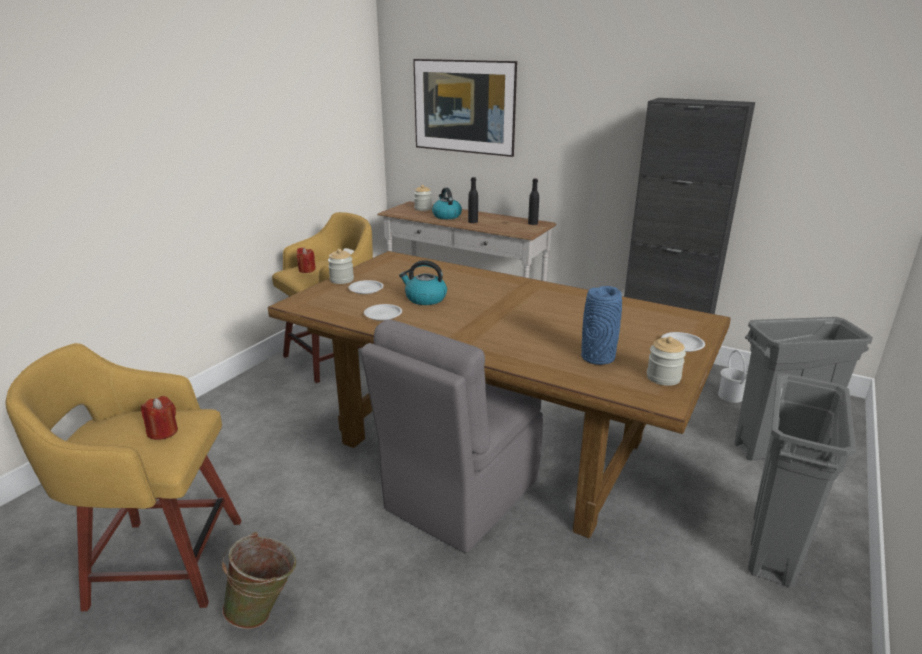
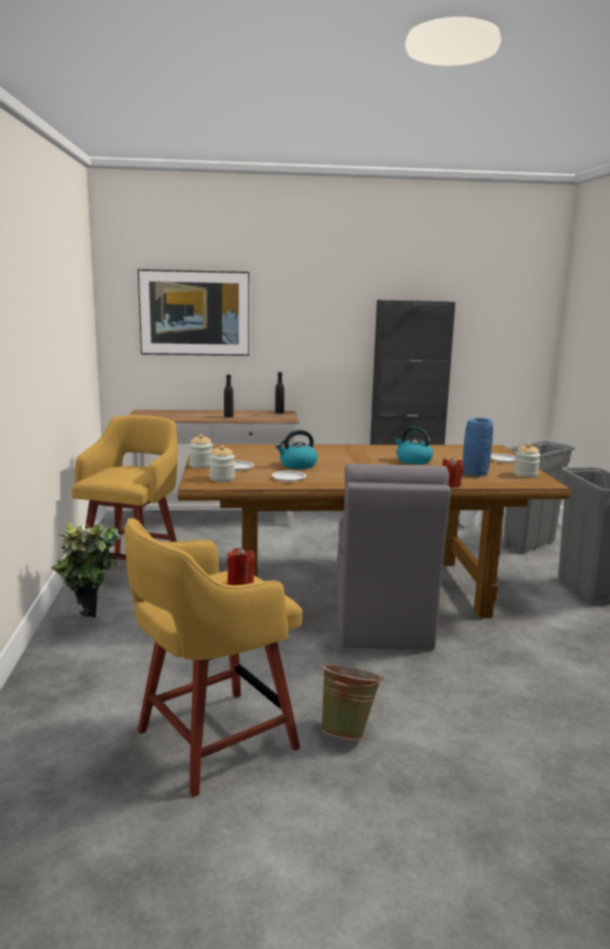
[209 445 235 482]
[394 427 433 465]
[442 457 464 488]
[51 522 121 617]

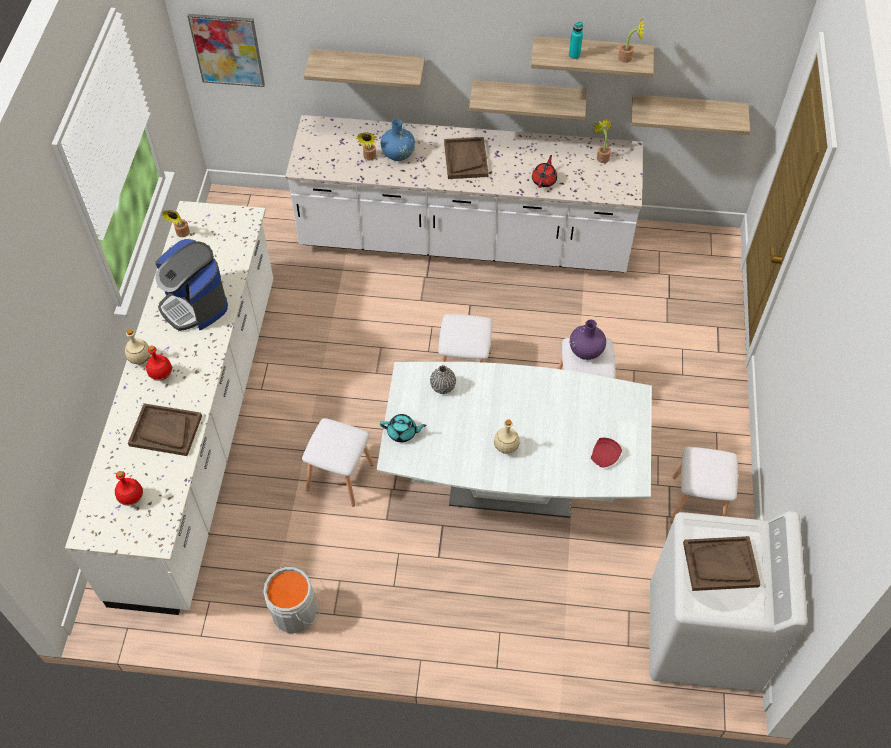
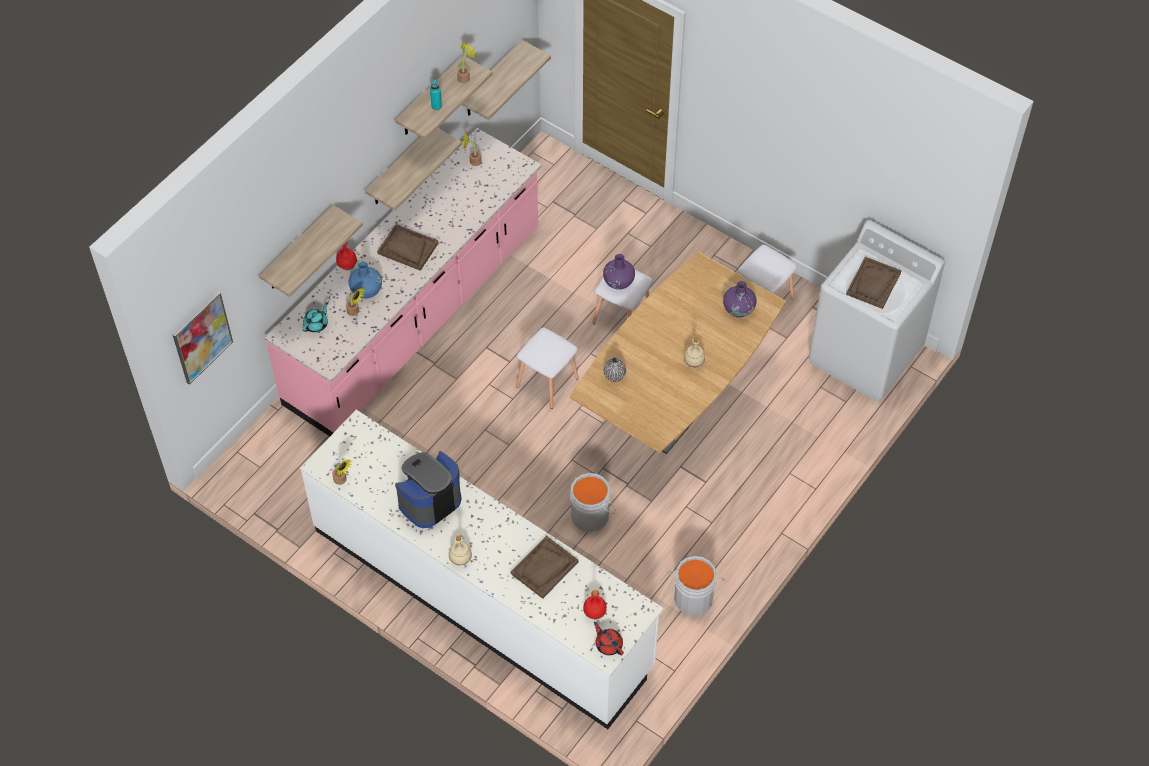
[264 128 541 436]
[594 621 624 655]
[395 451 461 528]
[336 242 357 270]
[570 251 786 454]
[302 302 328 332]
[570 473 617 532]
[723 281 757 318]

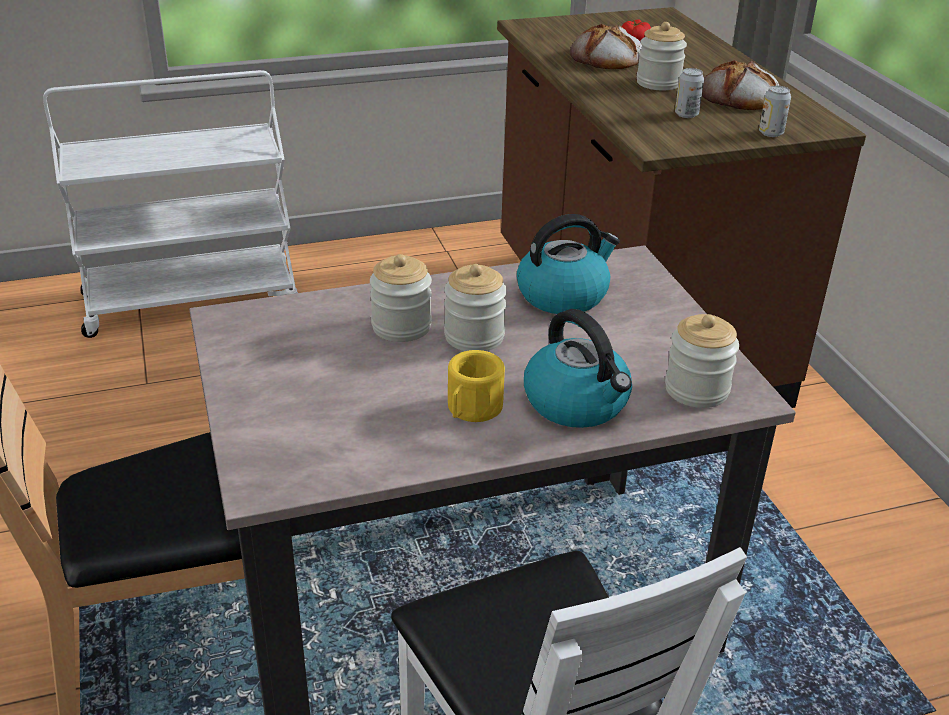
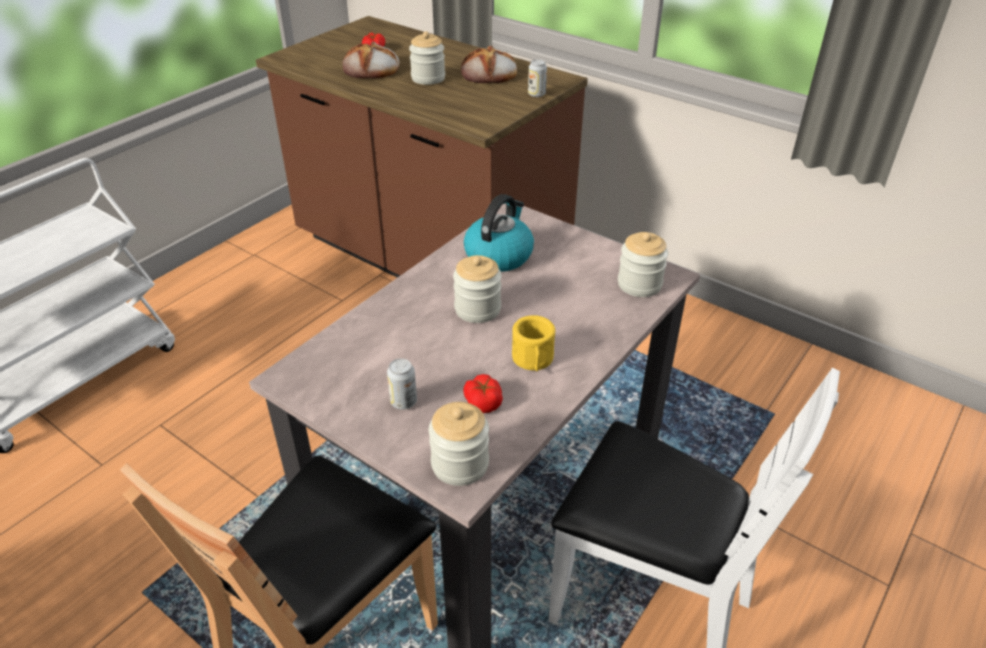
[387 358 417 410]
[429 402 489 486]
[524 309 632 428] (first image)
[463 374 503 413]

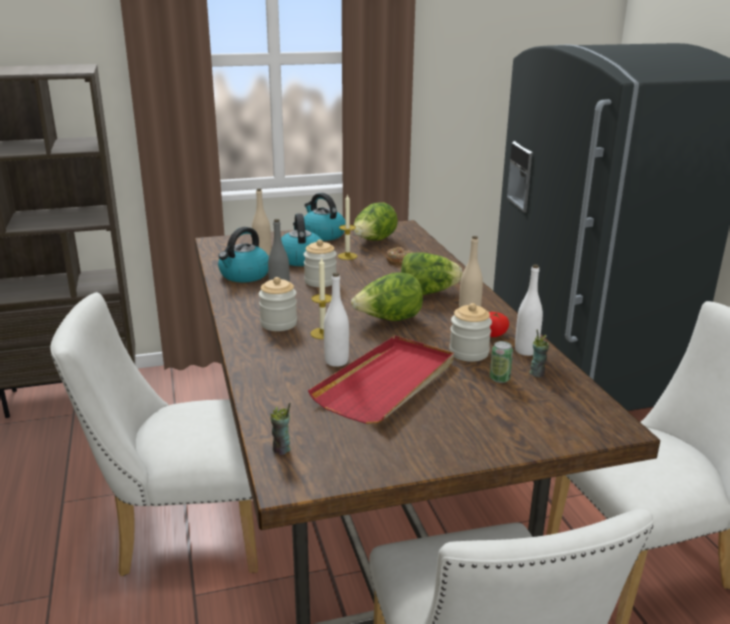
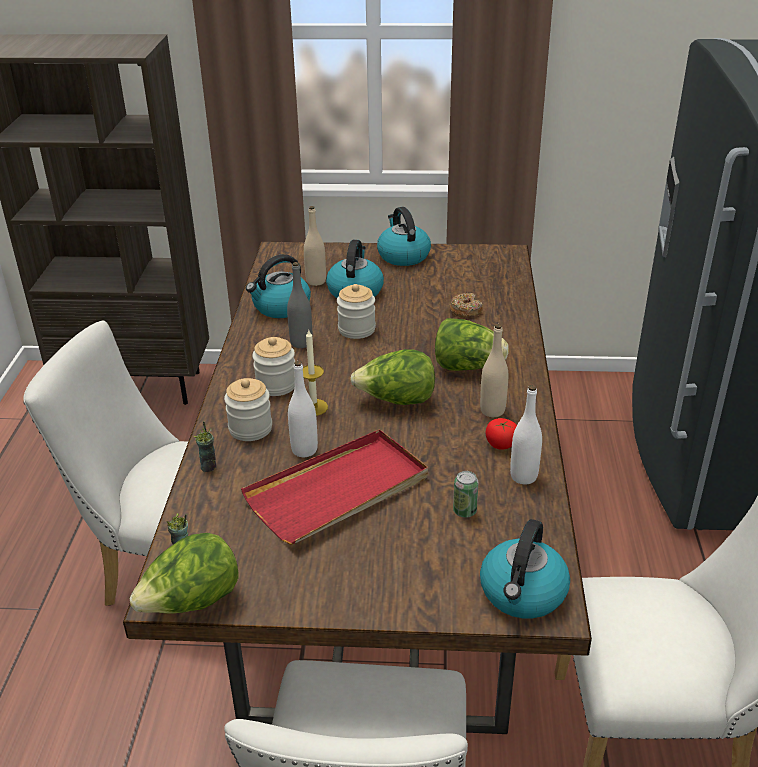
[338 194 357 260] (first image)
[129 533 239 613]
[224 378 272 441]
[194 421 217 472]
[480 519 570 618]

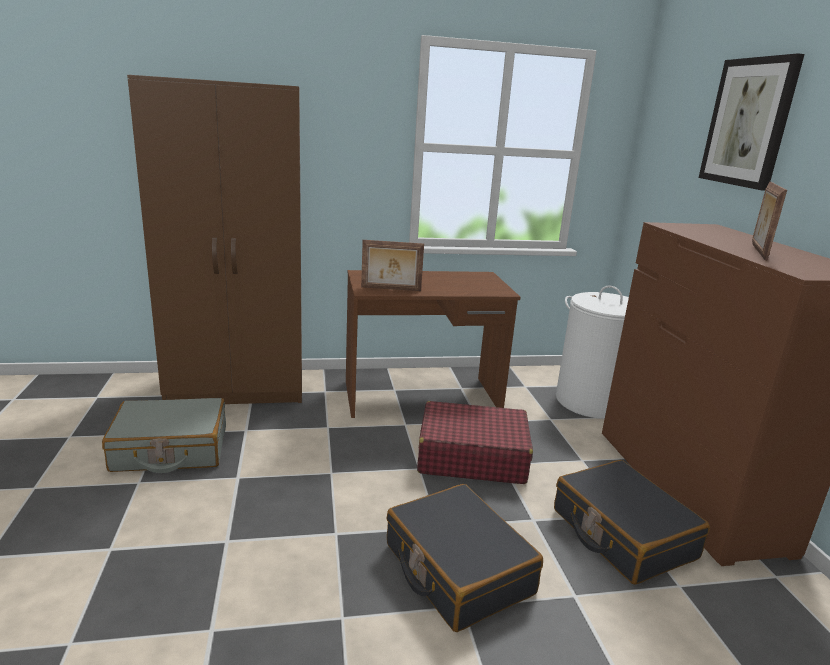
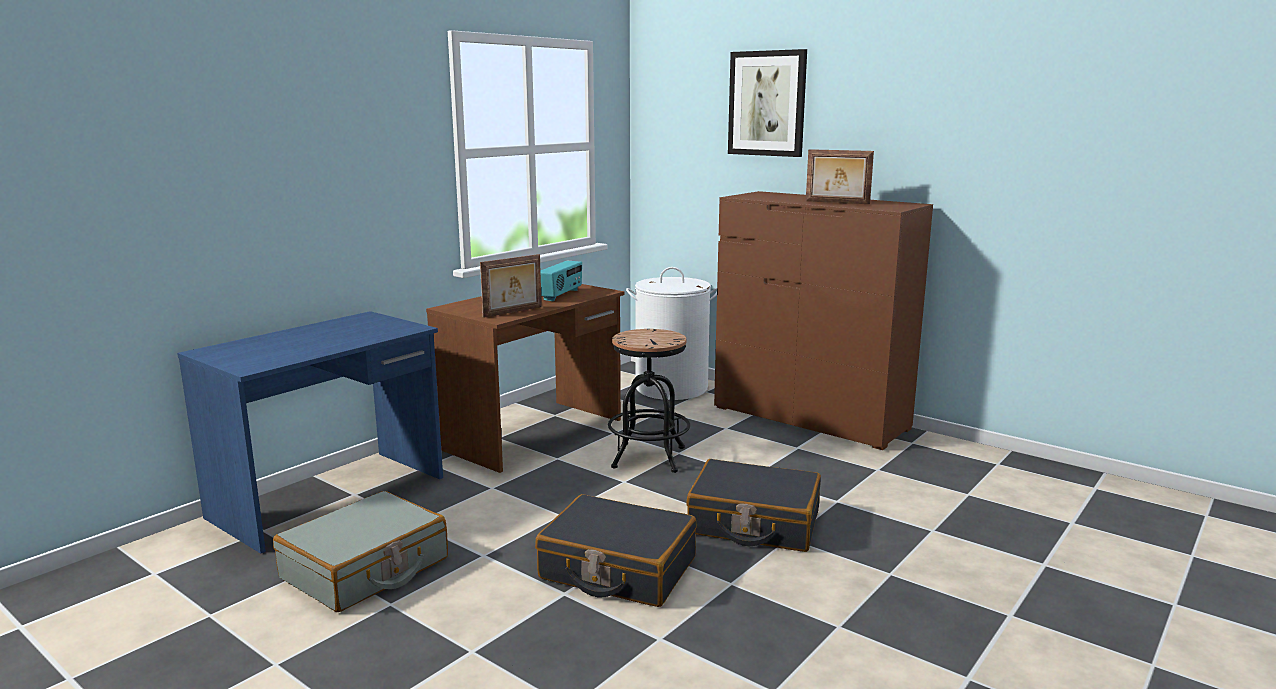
[177 311 443 554]
[806 149 874 204]
[608 329 690 473]
[535 494 696 607]
[540 261 582 301]

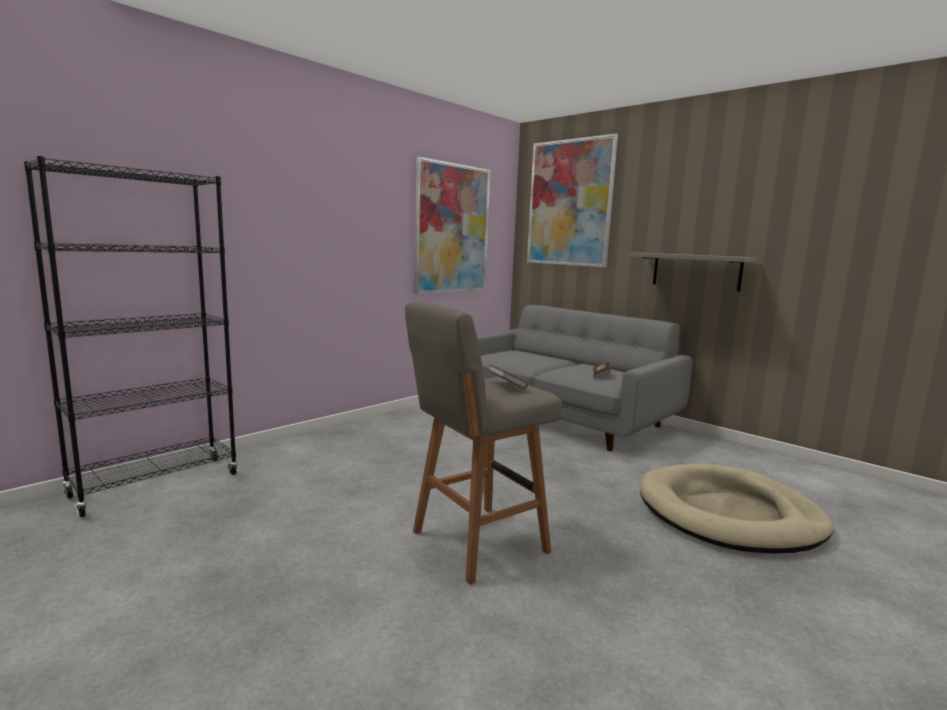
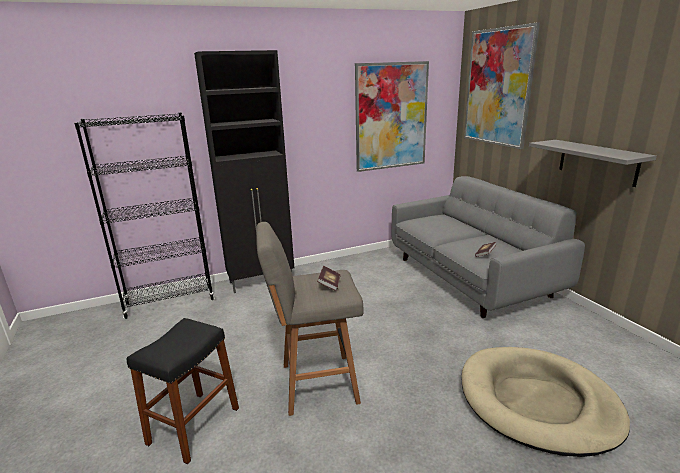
[194 50 294 293]
[127 318 239 464]

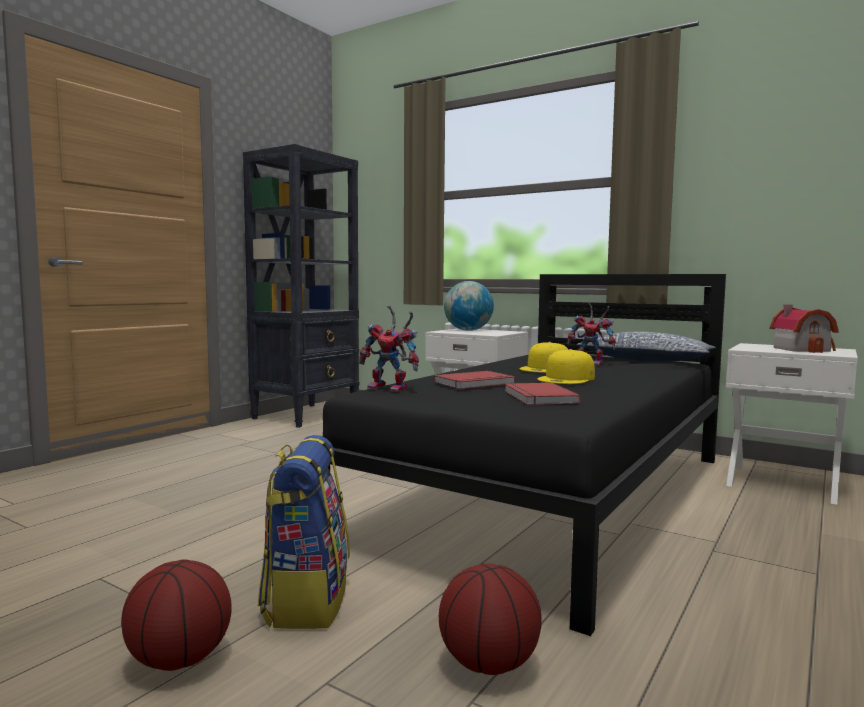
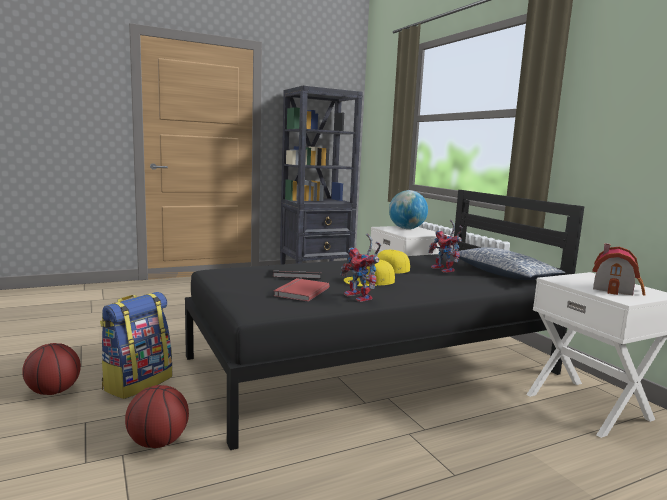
[340 233 381 302]
[273 265 321 279]

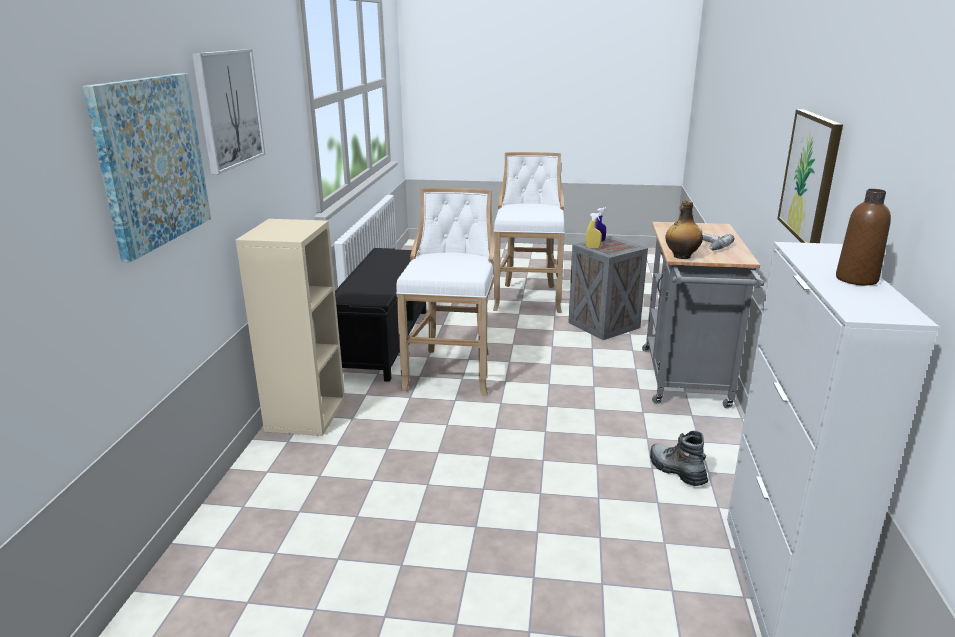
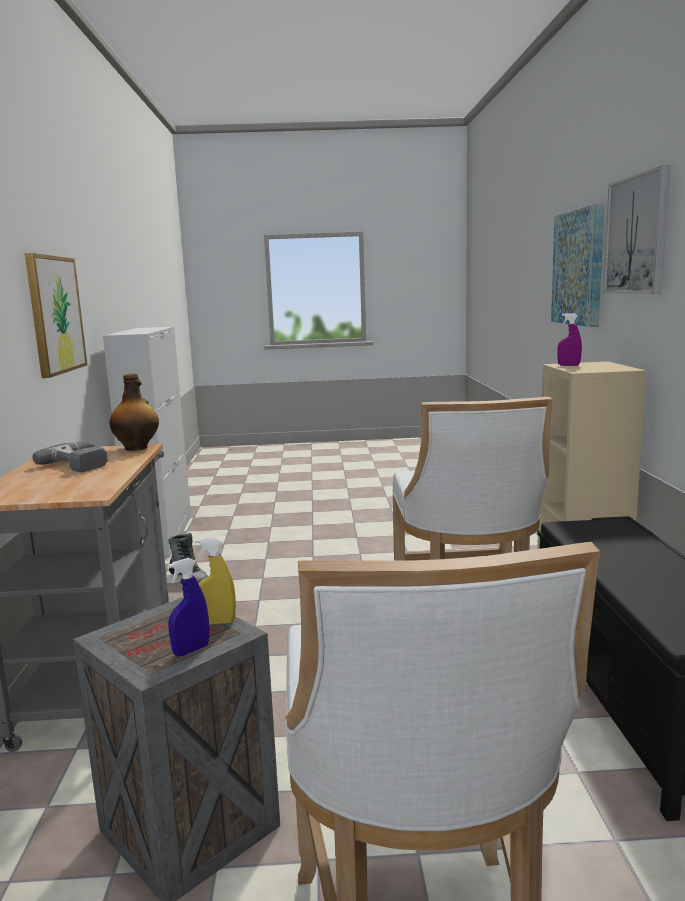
[836 189 891 285] (first image)
[557 313 582 366]

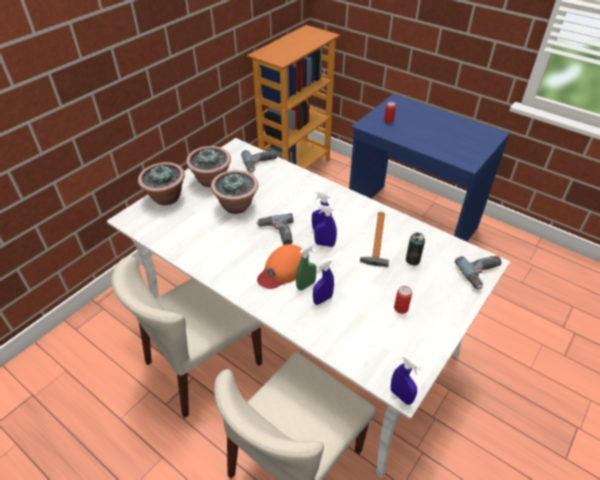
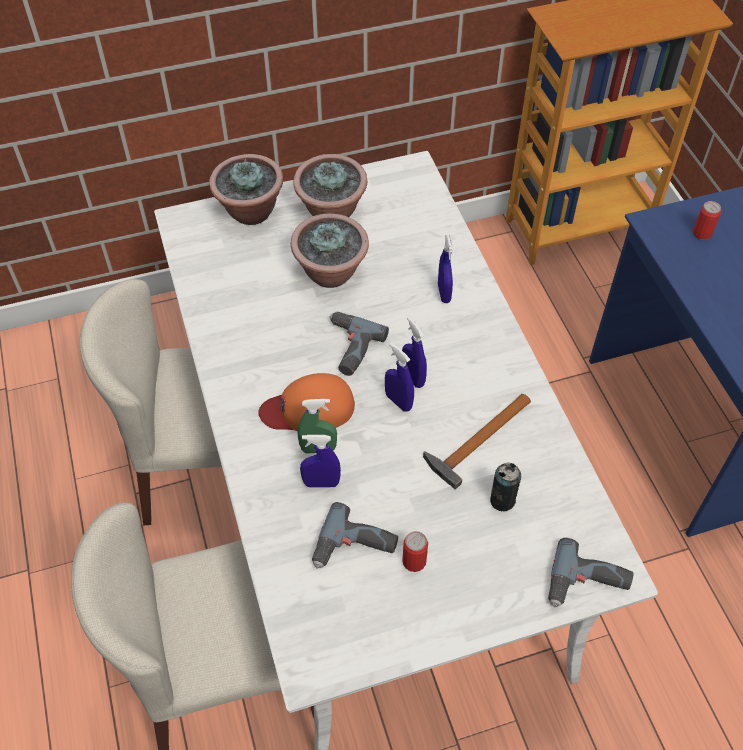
[312 502 398 569]
[438 234 453 303]

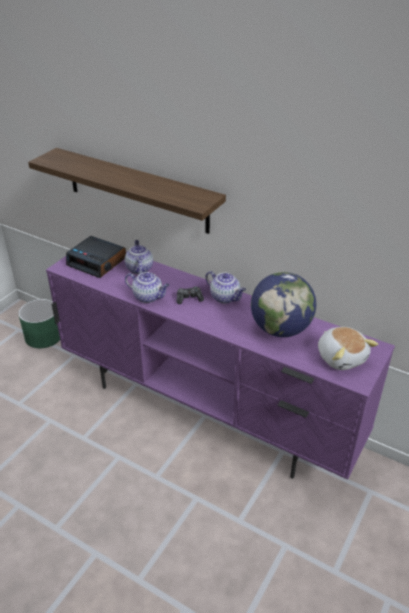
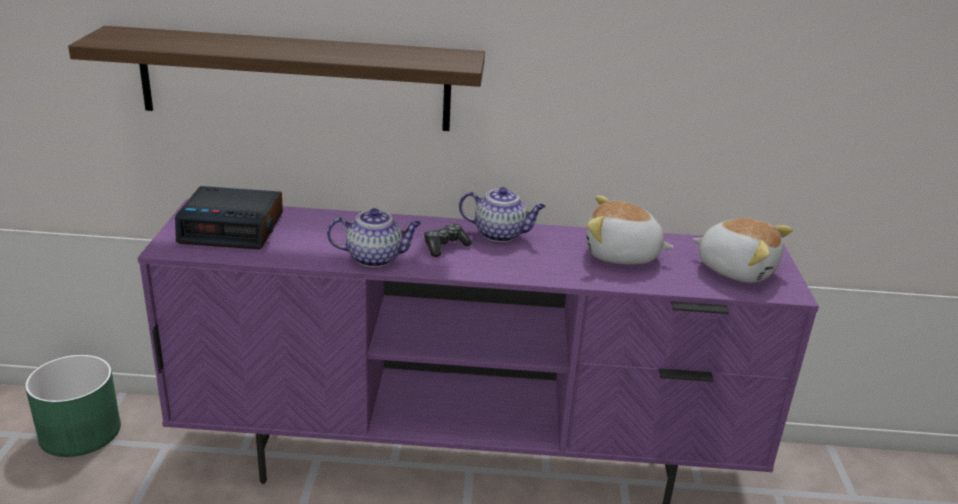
[125 240 153 274] (first image)
[586 195 674 265]

